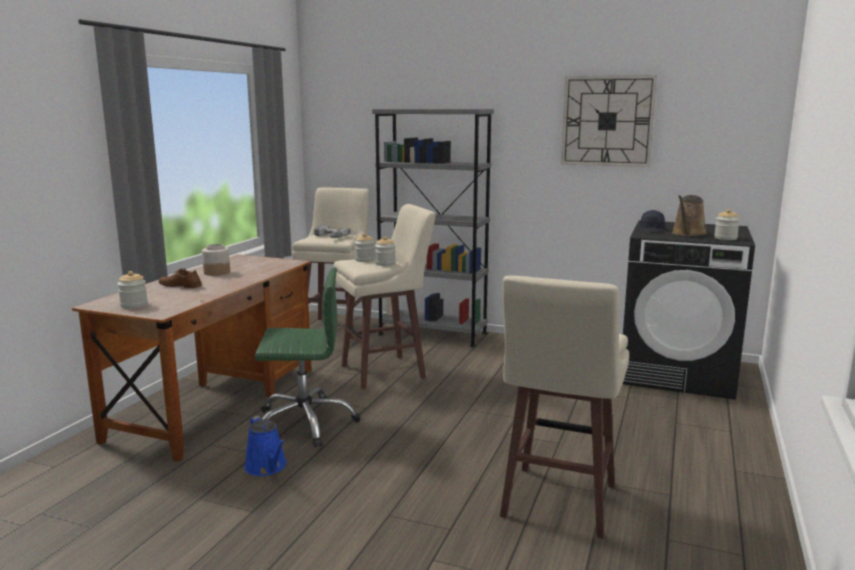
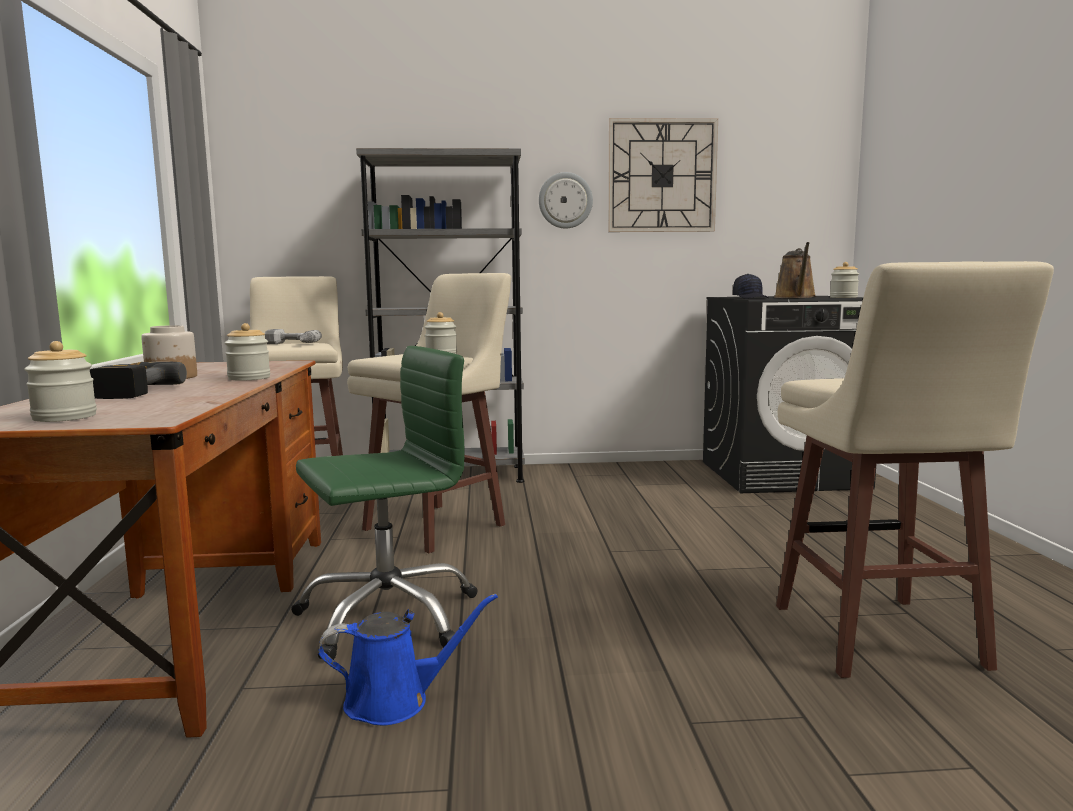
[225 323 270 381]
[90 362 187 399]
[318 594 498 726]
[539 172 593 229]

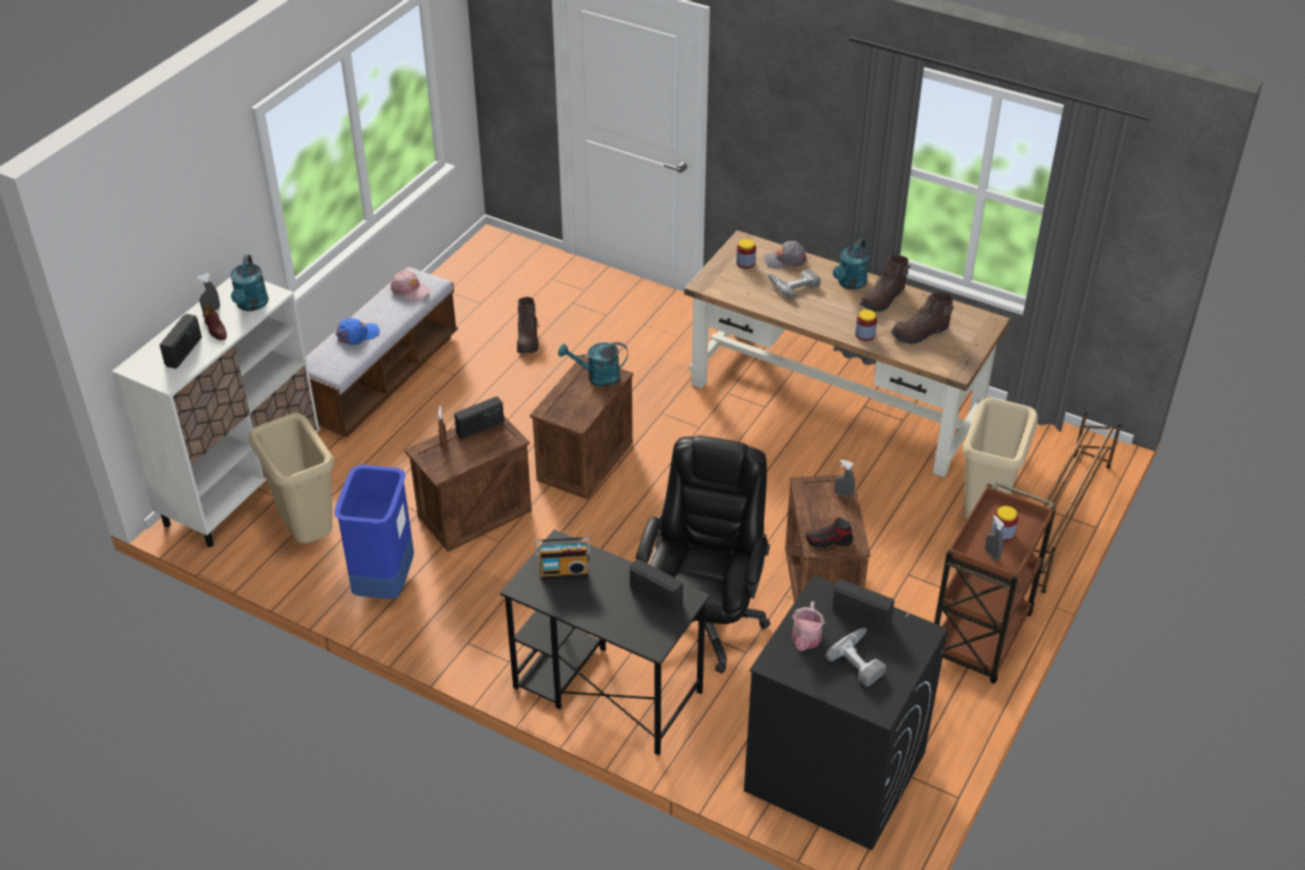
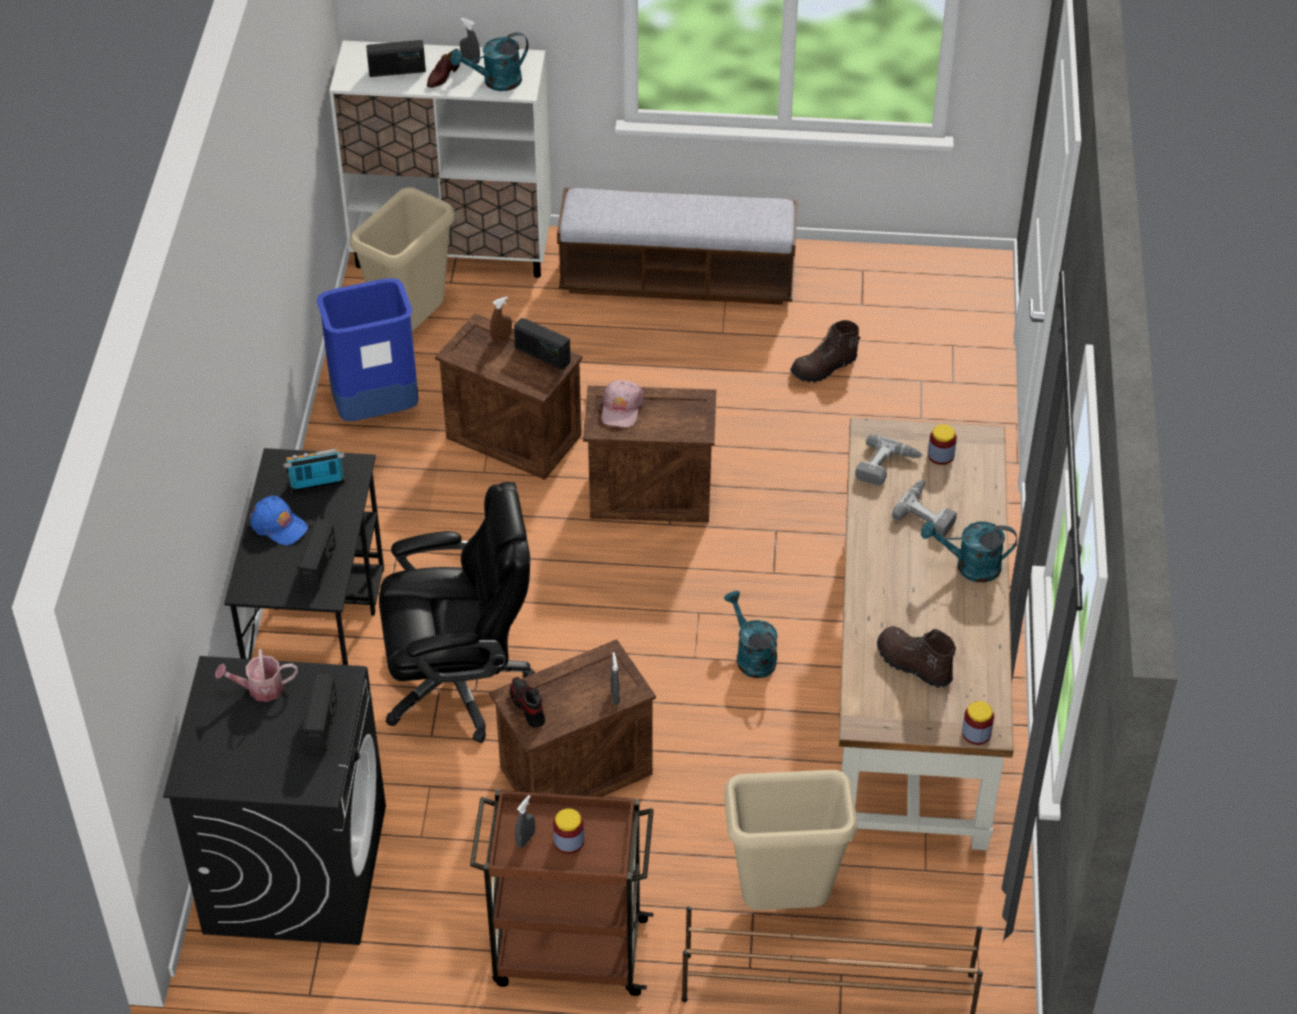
[764 241 808 269] (first image)
[860 255 911 312] (first image)
[601 380 644 428]
[962 701 994 745]
[250 496 308 545]
[724 591 778 678]
[283 449 345 492]
[855 435 923 486]

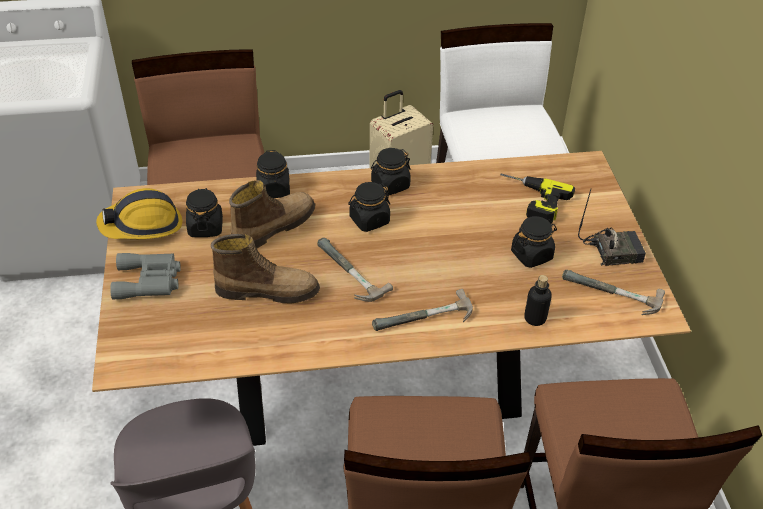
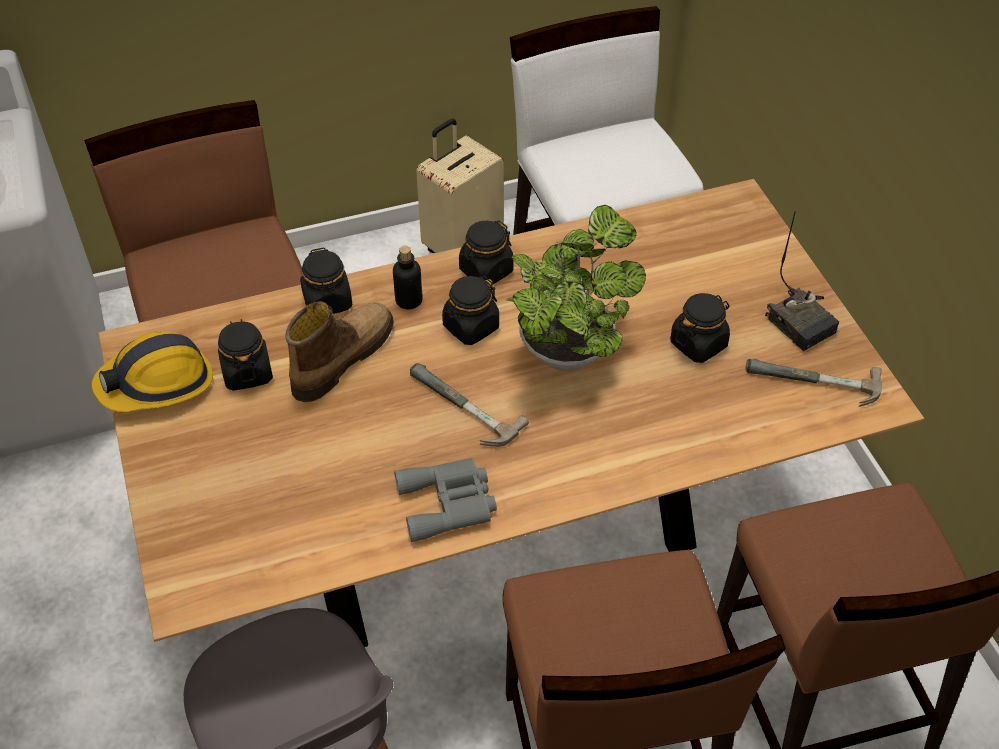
[500 174 575 224] (first image)
[765 211 839 351]
[211 234 320 304] (first image)
[394 458 497 542]
[393 246 423 309]
[372 289 473 331] (first image)
[507 205 646 371]

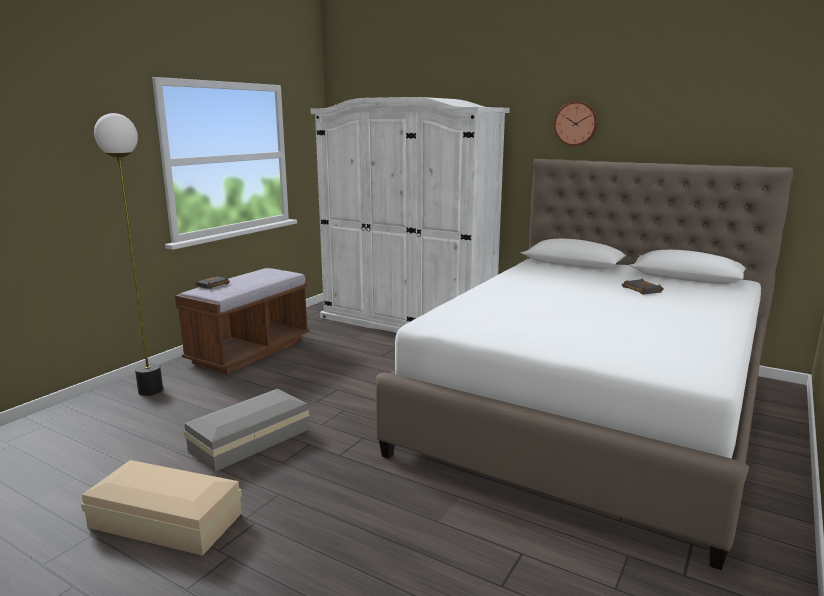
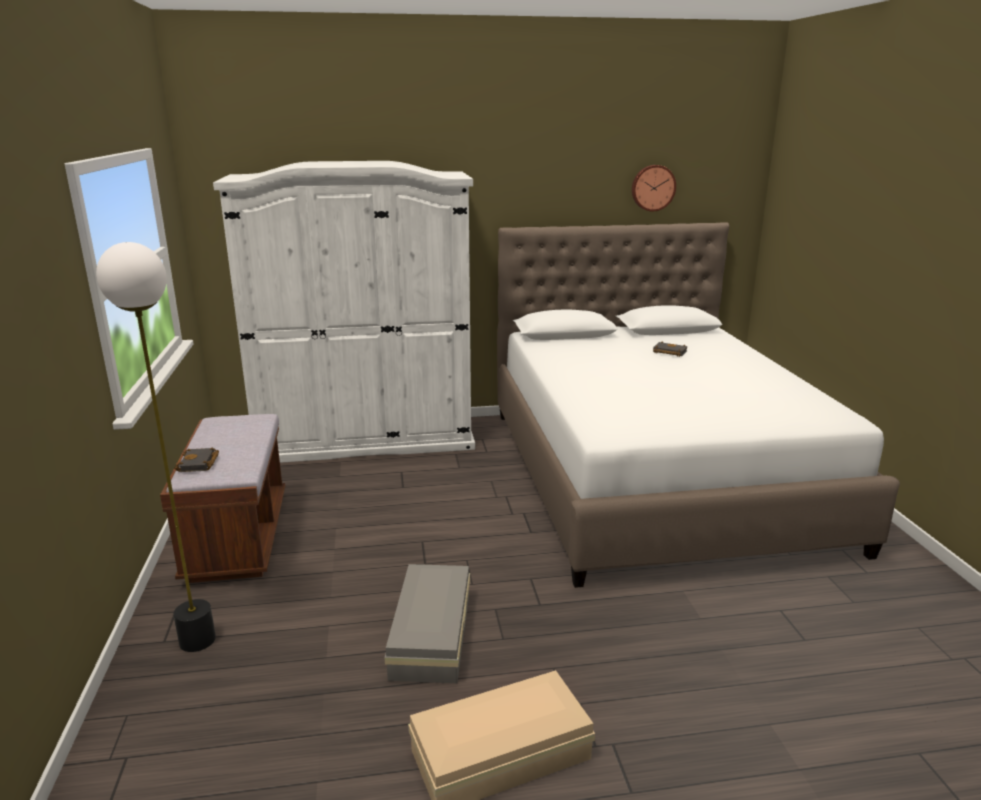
[632 165 676 212]

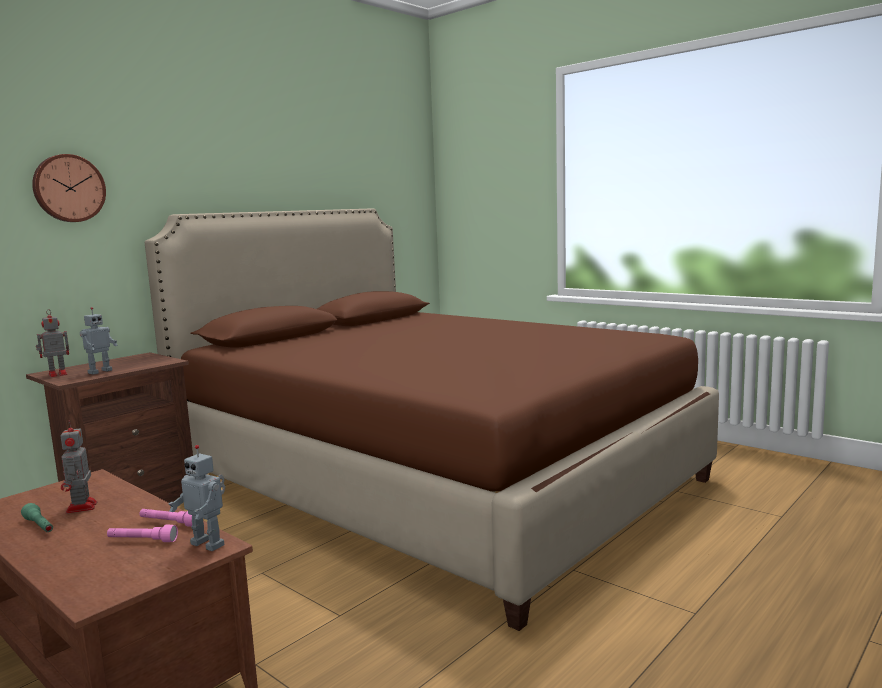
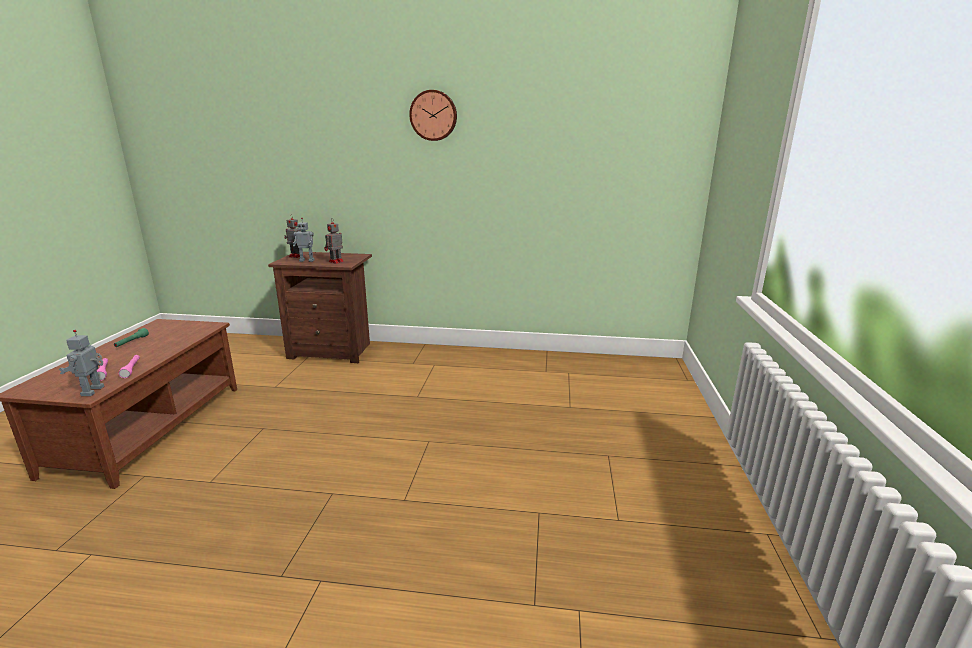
[409 90 457 141]
[145 209 719 631] (first image)
[325 218 344 264]

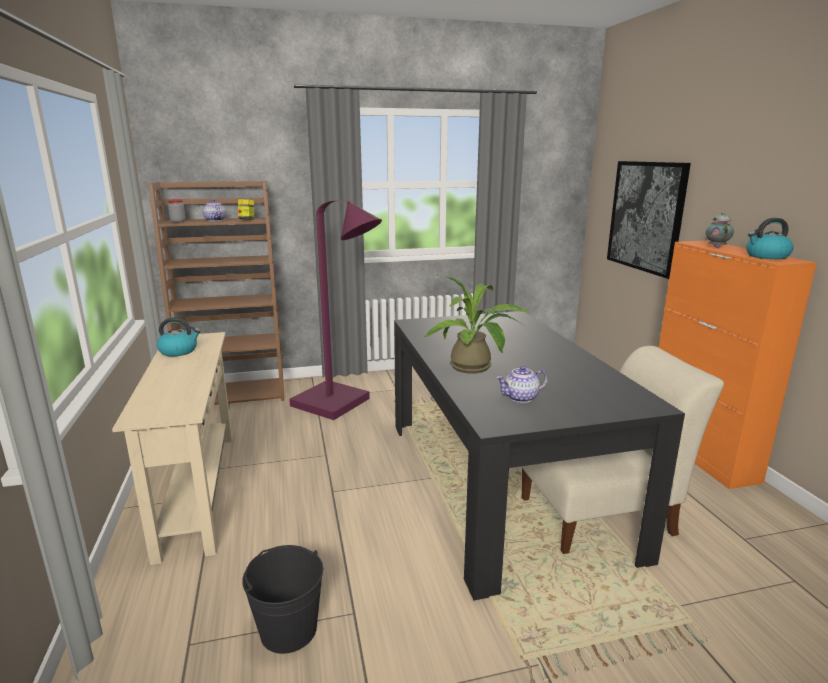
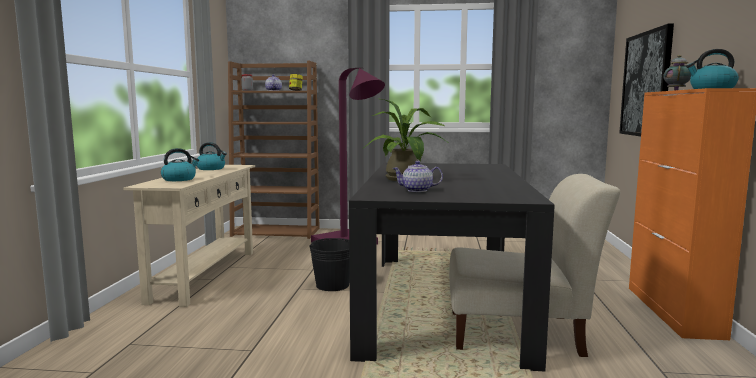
[309 238 350 291]
[161 148 199 181]

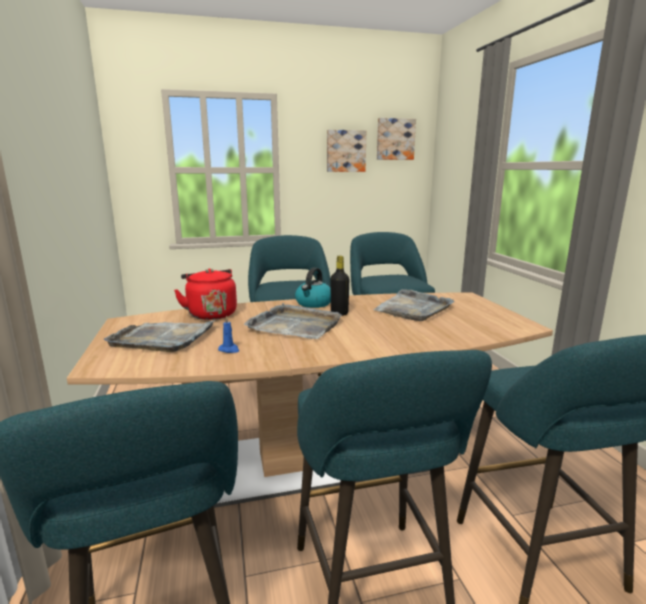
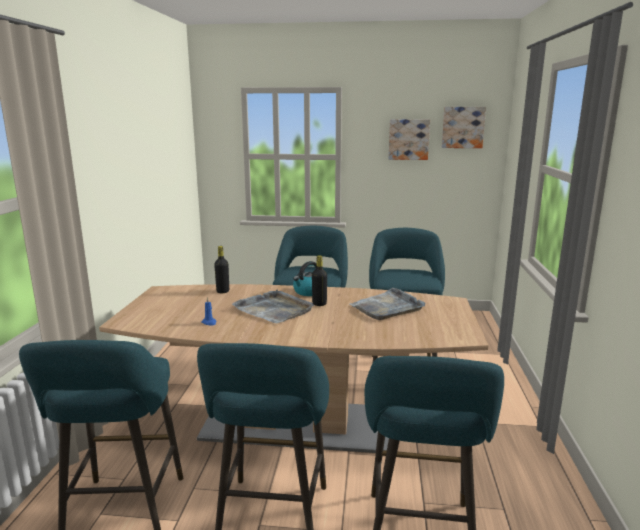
[214 246 229 293]
[104 320 216 352] (first image)

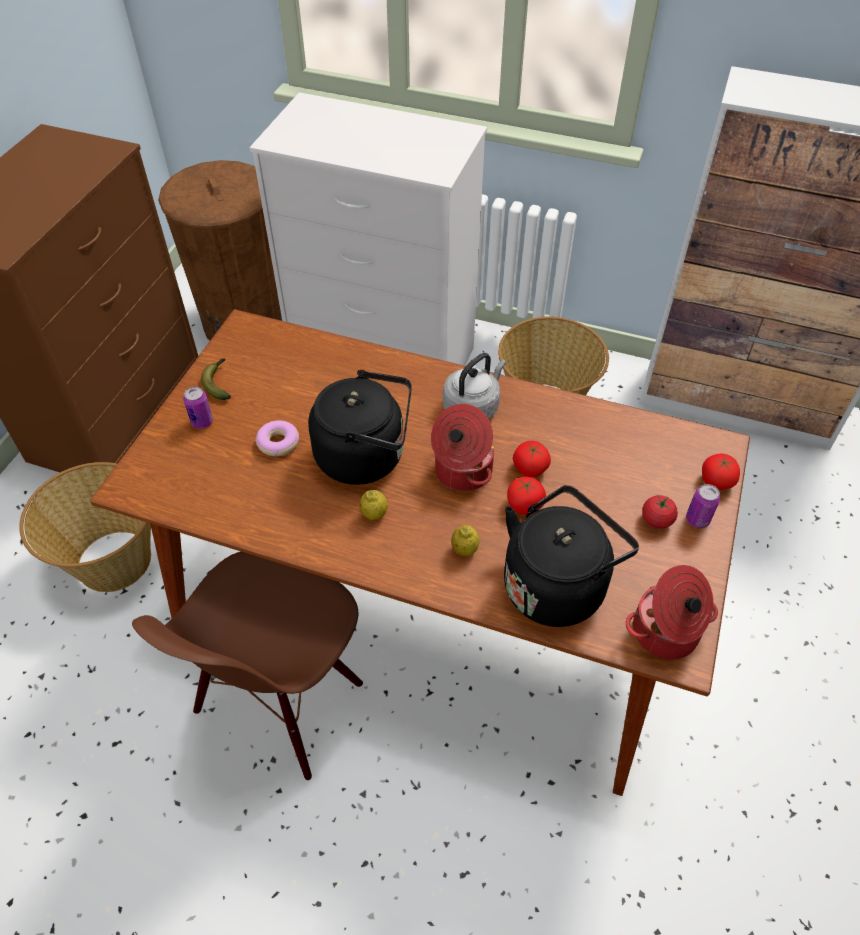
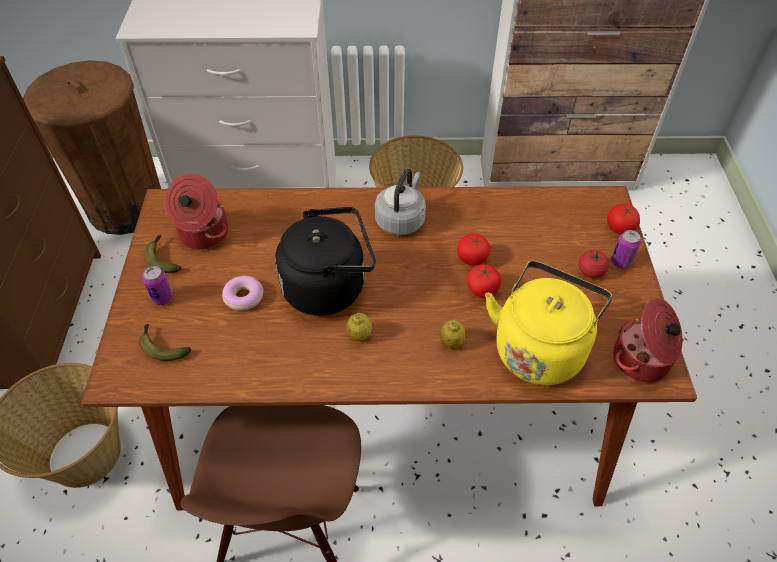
[165 173 228 250]
[485 261 613 385]
[139 324 191 361]

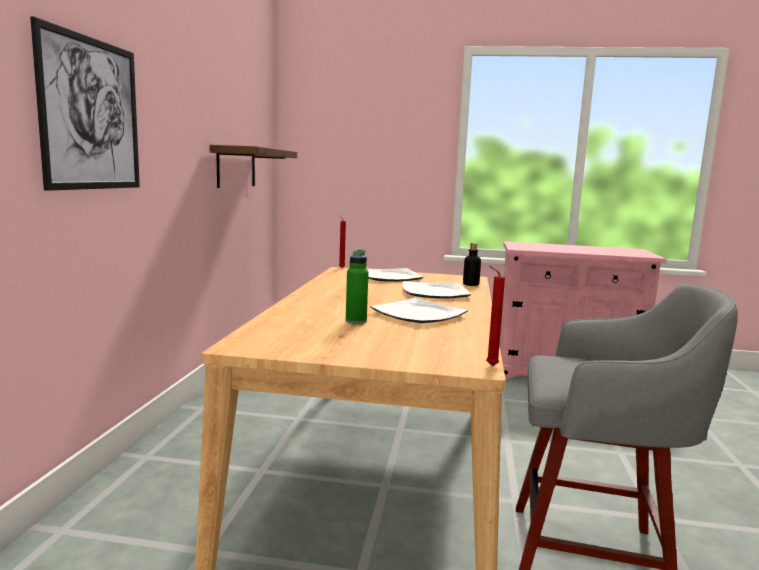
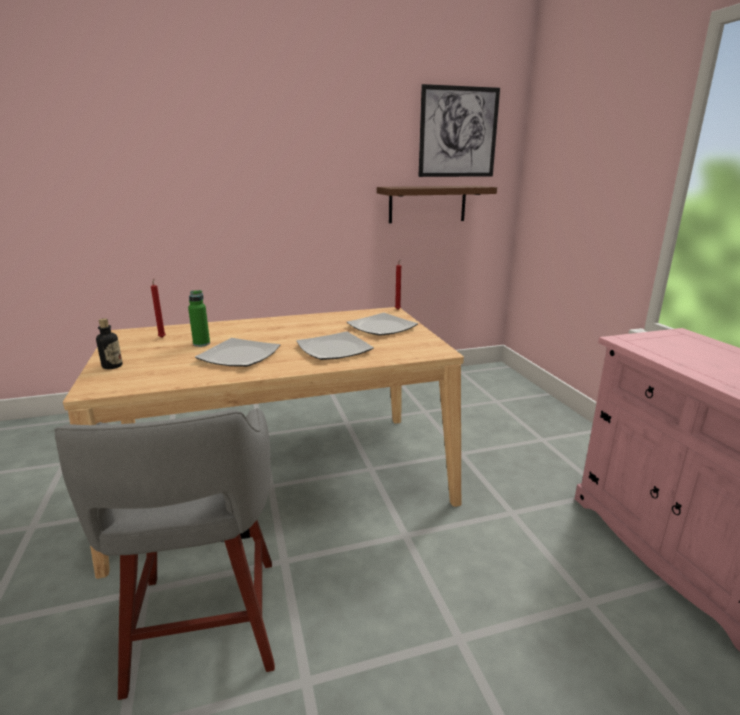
[419 84 500 177]
[96 318 123 369]
[151 279 166 338]

